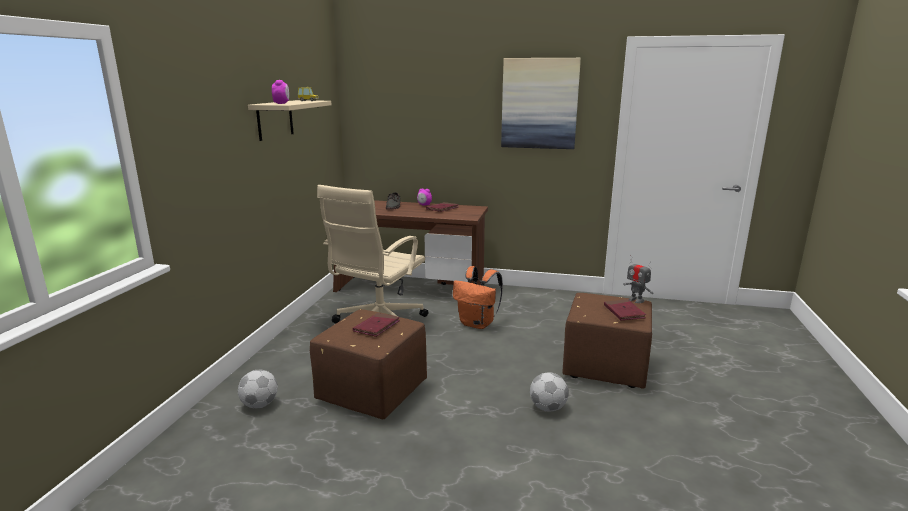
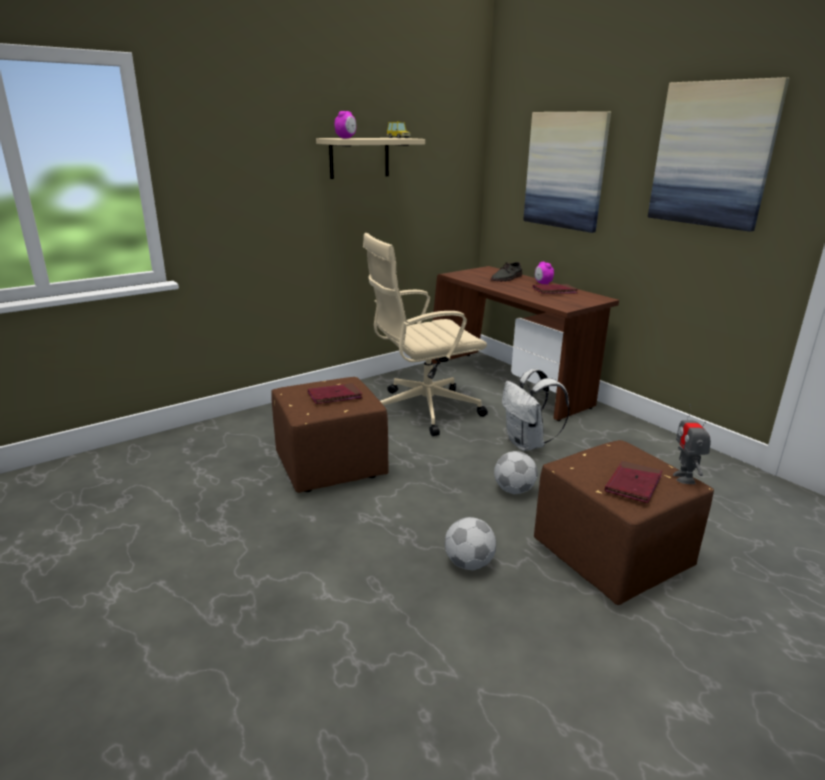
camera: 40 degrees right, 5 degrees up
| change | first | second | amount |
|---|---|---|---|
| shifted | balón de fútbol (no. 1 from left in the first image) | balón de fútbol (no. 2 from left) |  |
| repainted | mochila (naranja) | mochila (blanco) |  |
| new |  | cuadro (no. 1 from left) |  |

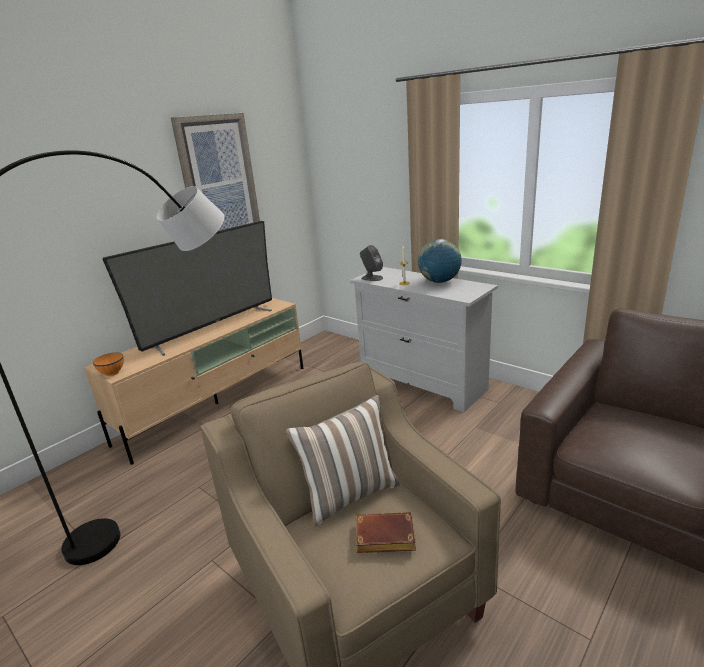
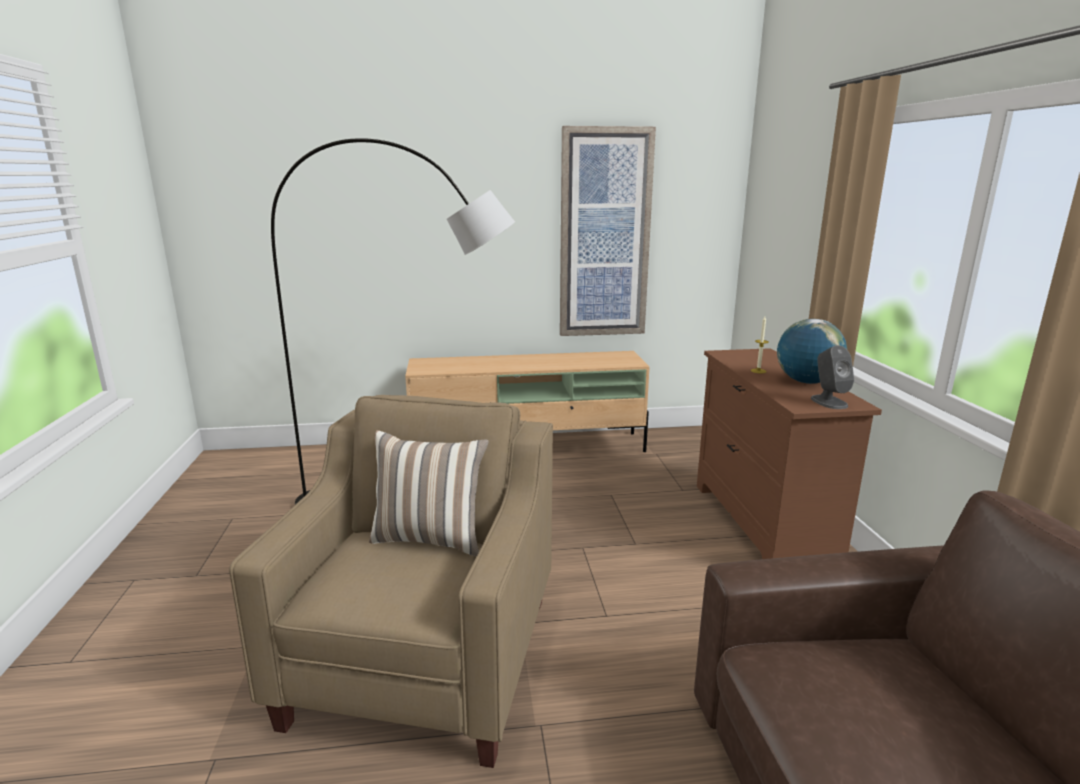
camera: 40 degrees right, 5 degrees down
| change | first | second | amount |
|---|---|---|---|
| gone | cuenco (naranja) |  |  |
| gone | televisor |  |  |
| repainted | cómoda (blanco) | cómoda (marrón) |  |
| gone | libro (marrón) |  |  |
| shifted | altavoz (gris) |  |  |

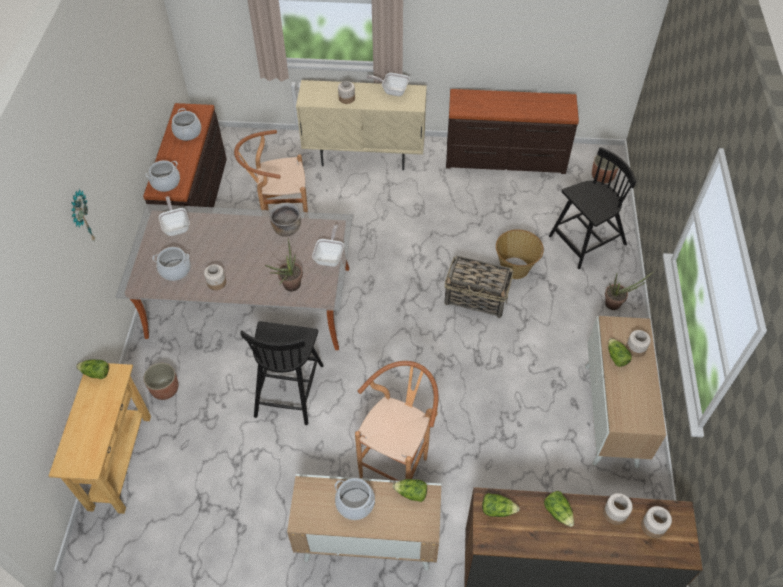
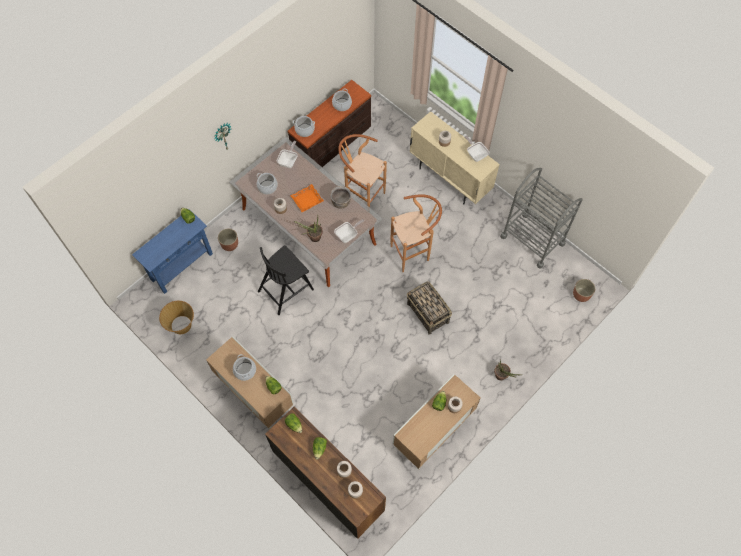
camera: 40 degrees right, 10 degrees up
| change | first | second | amount |
|---|---|---|---|
| repainted | mesa consola (beis) | mesa consola (azul) |  |
| shifted | taburete (marrón) (no. 2 from left) |  |  |
| swapped | cómoda (marrón) (no. 2 from left) | carrito (gris) |  |
| shifted | cesta (no. 2 from left in the first image) | cesta (no. 1 from left) |  |
| gone | silla (negro) (no. 2 from left) |  |  |
| new |  | bandeja (naranja) |  |

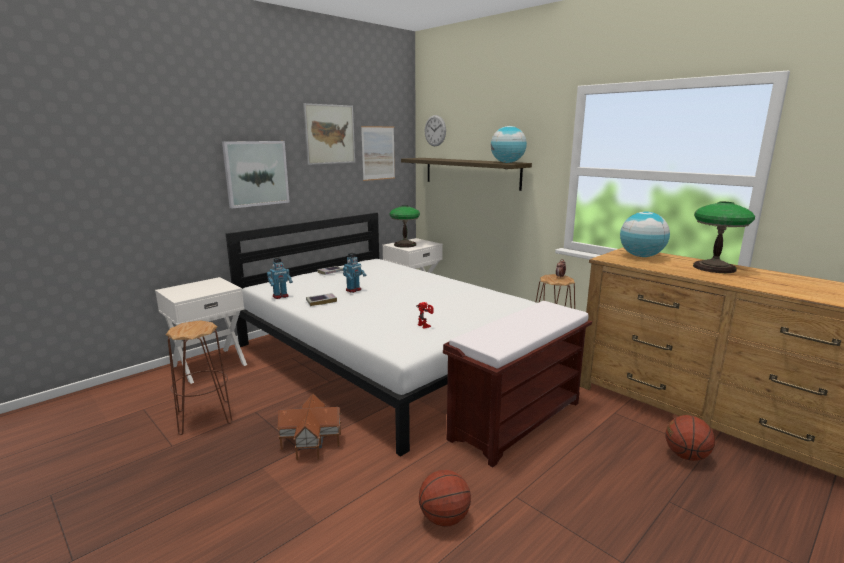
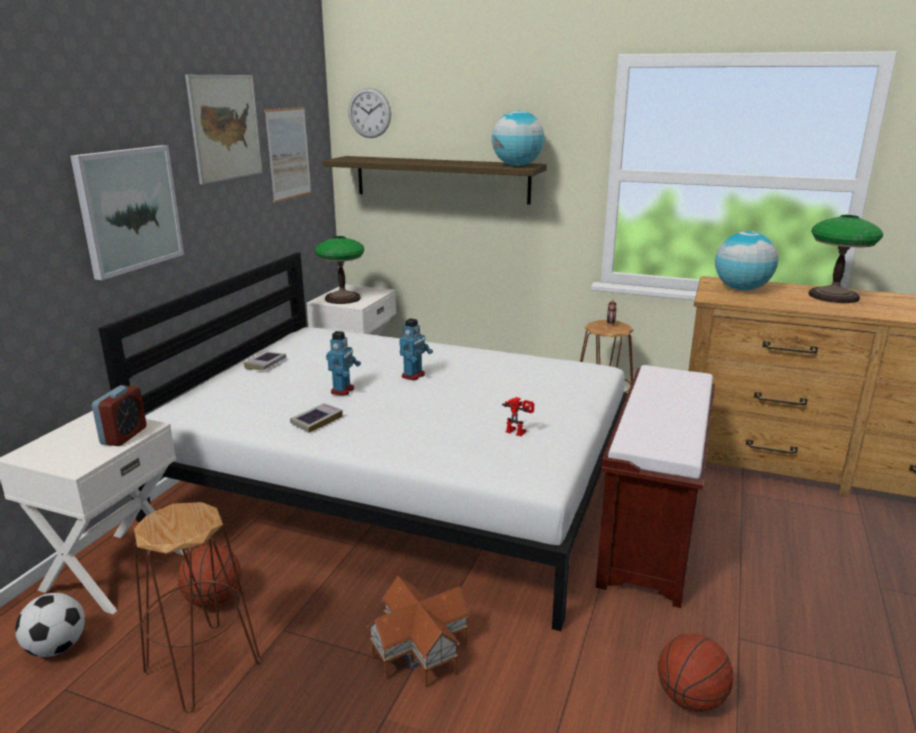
camera: 25 degrees left, 5 degrees up
| change | first | second | amount |
|---|---|---|---|
| shifted | robot de juguete (no. 1 from left in the first image) | robot de juguete (no. 2 from left) |  |
| shifted | balón de baloncesto (no. 2 from left in the first image) | balón de baloncesto (no. 1 from left) |  |
| new |  | balón de fútbol |  |
| new |  | despertador (no. 1 from left) |  |

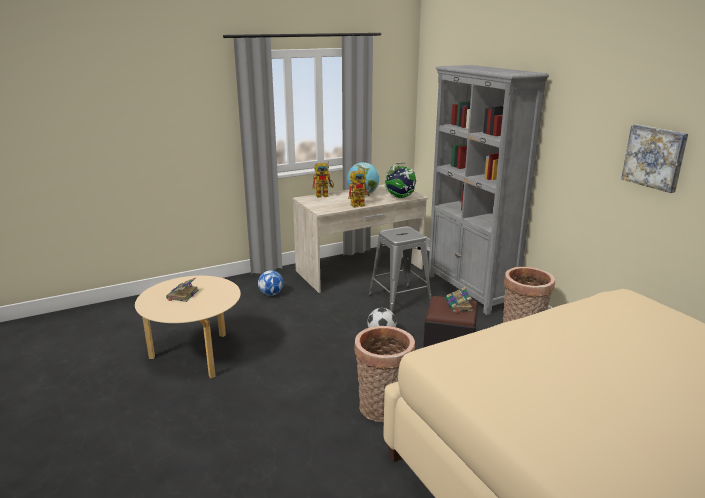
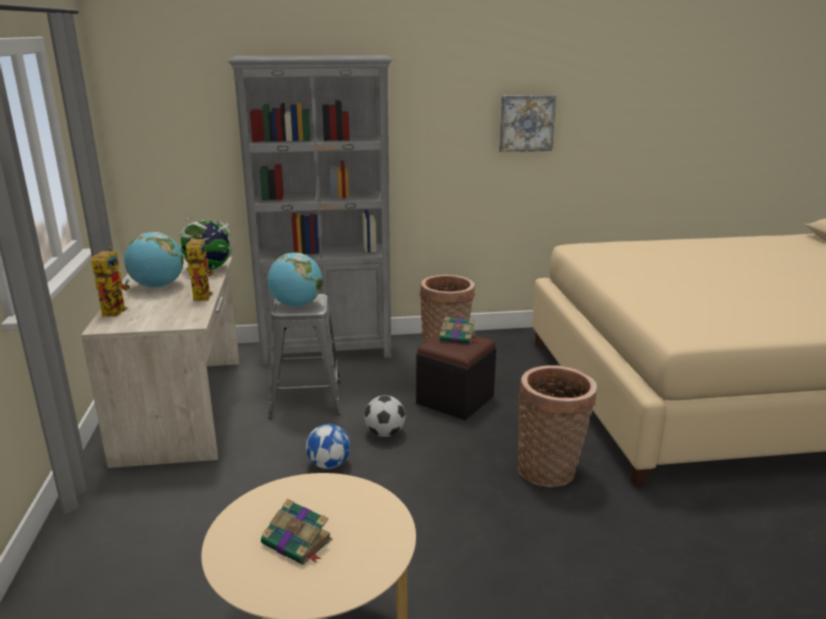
camera: 70 degrees left, 0 degrees up
| change | first | second | amount |
|---|---|---|---|
| shifted | balón de fútbol (no. 1 from left) |  |  |
| new |  | globo terráqueo (no. 3 from left) |  |

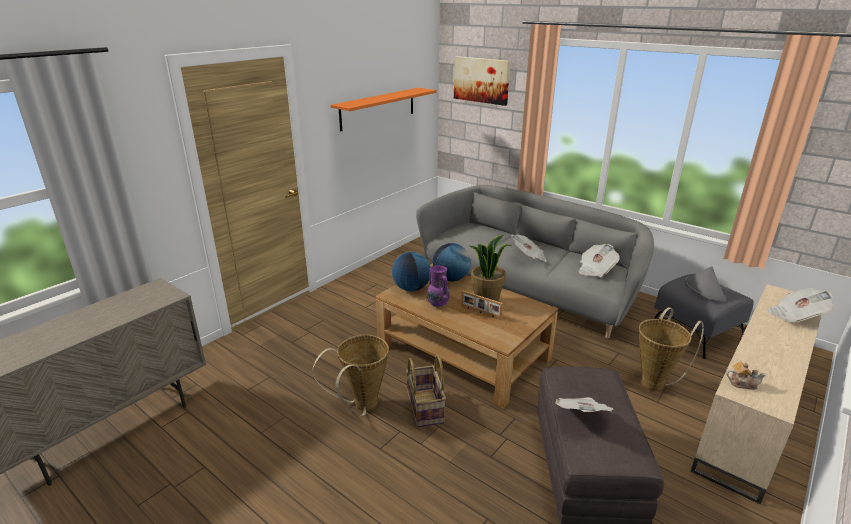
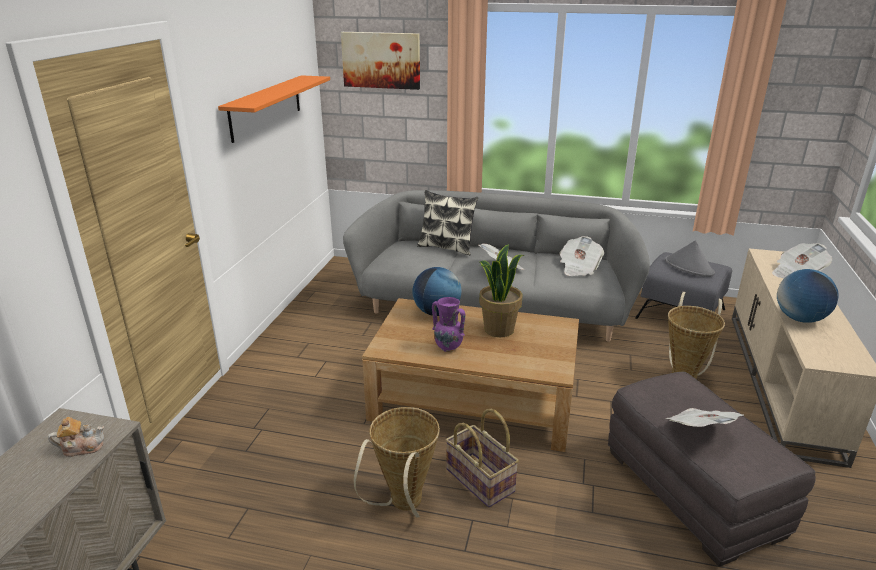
camera: 25 degrees left, 0 degrees up
| change | first | second | amount |
|---|---|---|---|
| shifted | globo terráqueo (no. 1 from left in the first image) | globo terráqueo (no. 2 from left) |  |
| gone | portarretratos |  |  |
| shifted | tetera |  |  |
| new |  | cojín |  |

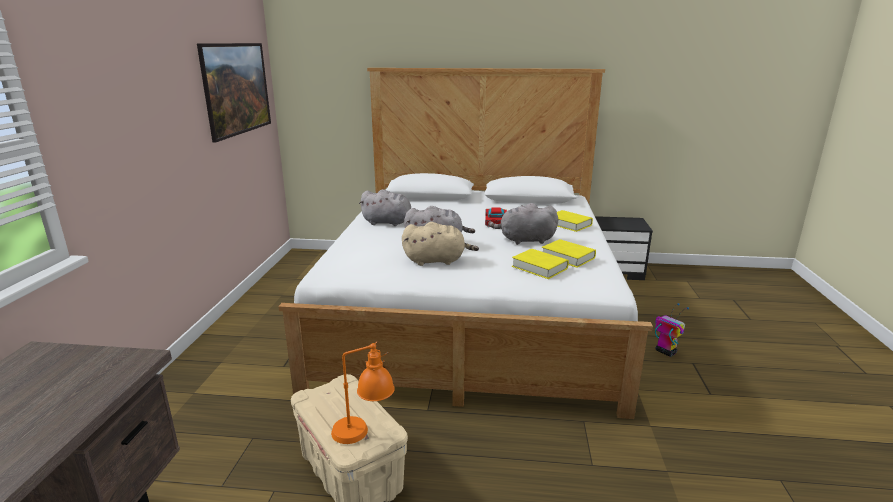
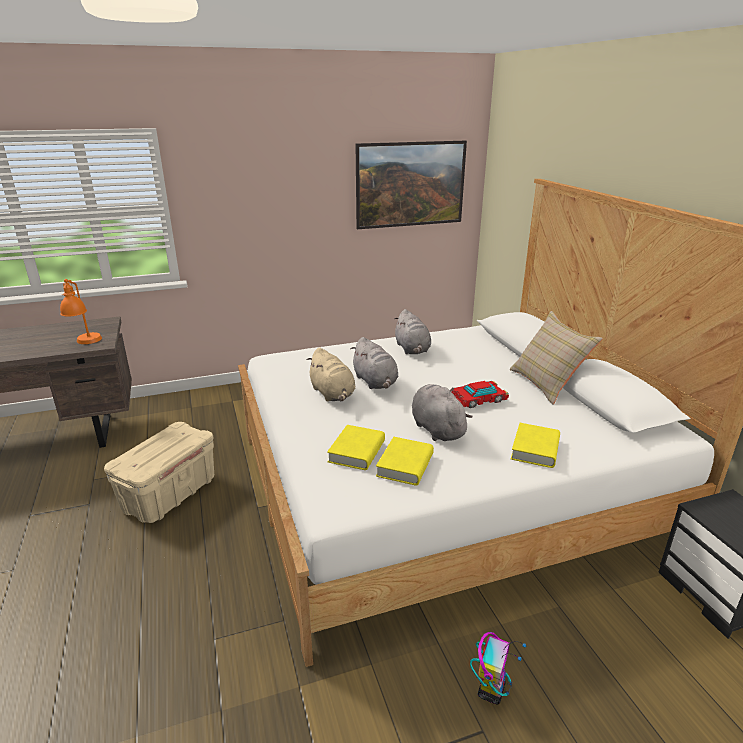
camera: 65 degrees right, 5 degrees up
| change | first | second | amount |
|---|---|---|---|
| shifted | lámpara de mesa (naranja) |  |  |
| new |  | cojín (beis) |  |

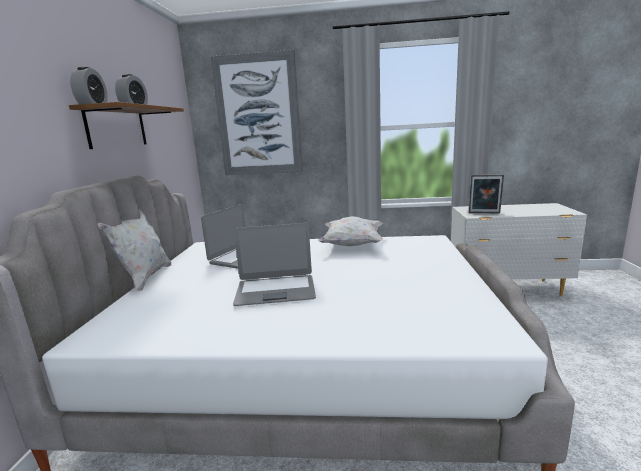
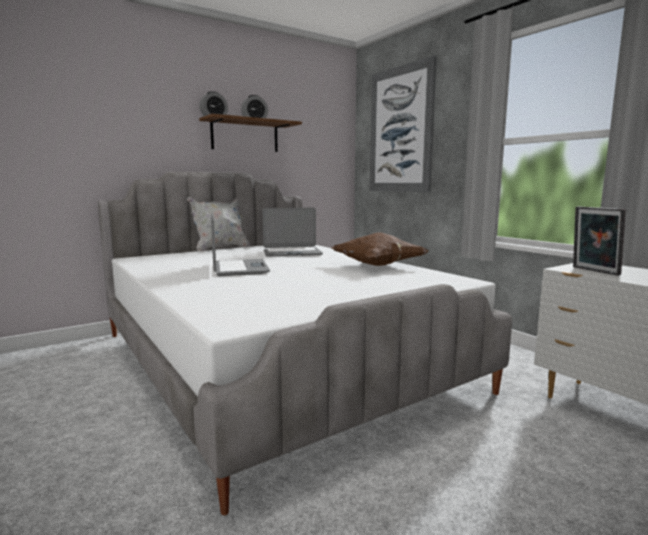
camera: 50 degrees right, 5 degrees down
| change | first | second | amount |
|---|---|---|---|
| rotated | portátil (no. 2 from left in the first image) | portátil (no. 1 from left) | 150 degrees counterclockwise |
| repainted | cojín (blanco) (no. 2 from left) | cojín (marrón) |  |

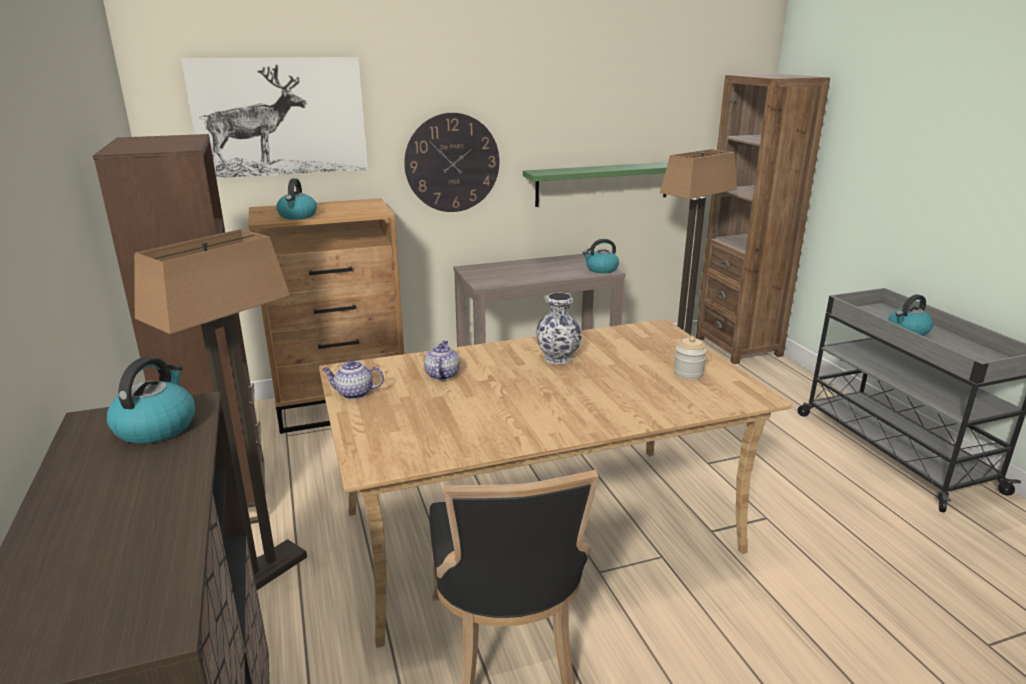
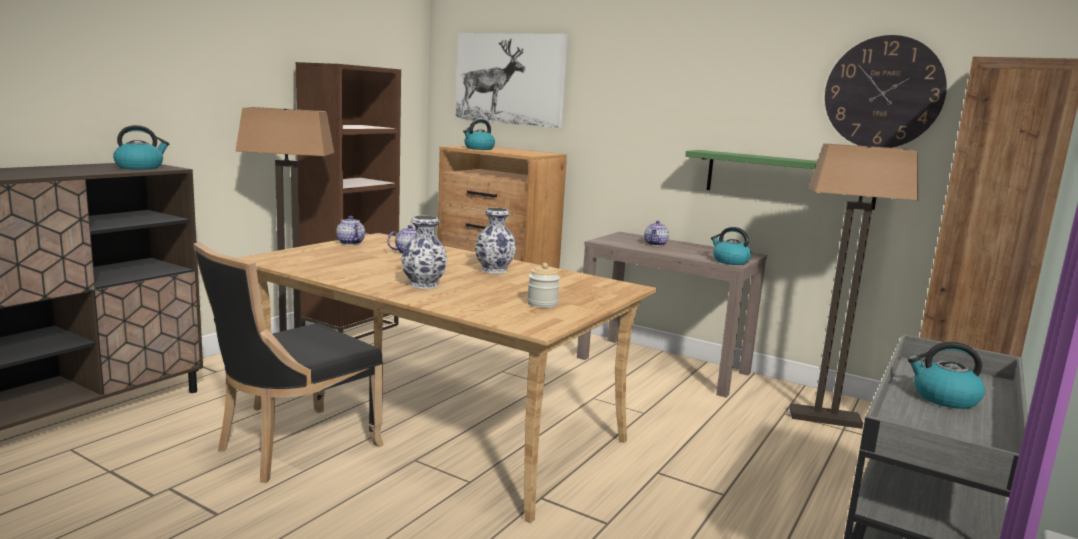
camera: 50 degrees right, 10 degrees down
| change | first | second | amount |
|---|---|---|---|
| shifted | reloj de pared |  |  |
| new |  | florero (no. 1 from left) |  |
| new |  | tetera (no. 3 from left) |  |

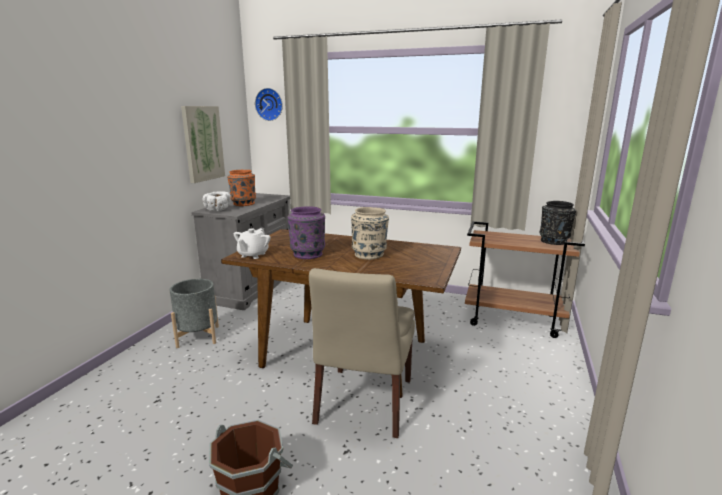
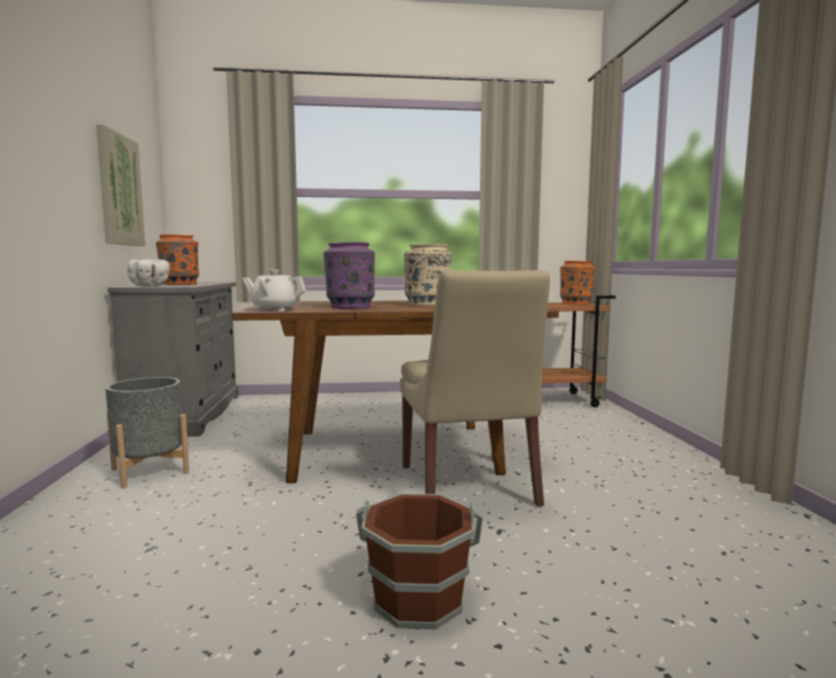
camera: 25 degrees left, 10 degrees down
| change | first | second | amount |
|---|---|---|---|
| rotated | tetera (blanco) |  | 105 degrees clockwise |
| gone | reloj de pared |  |  |
| repainted | florero (negro) | florero (naranja) (no. 2 from left) |  |

